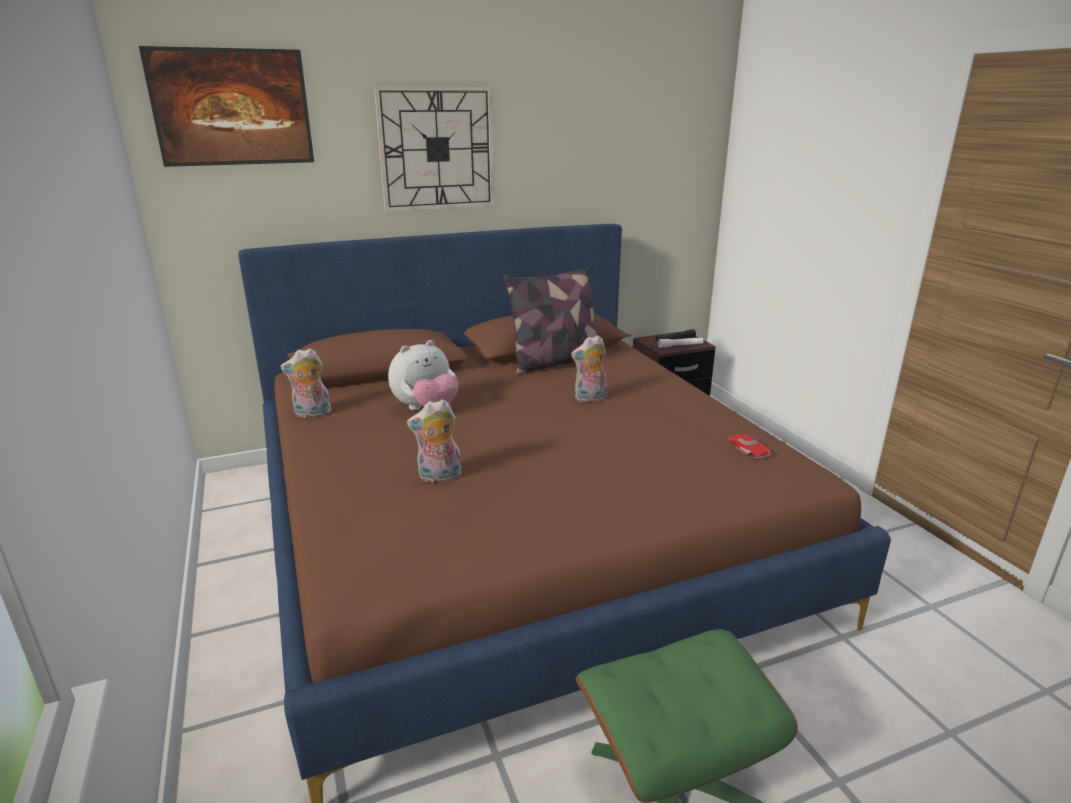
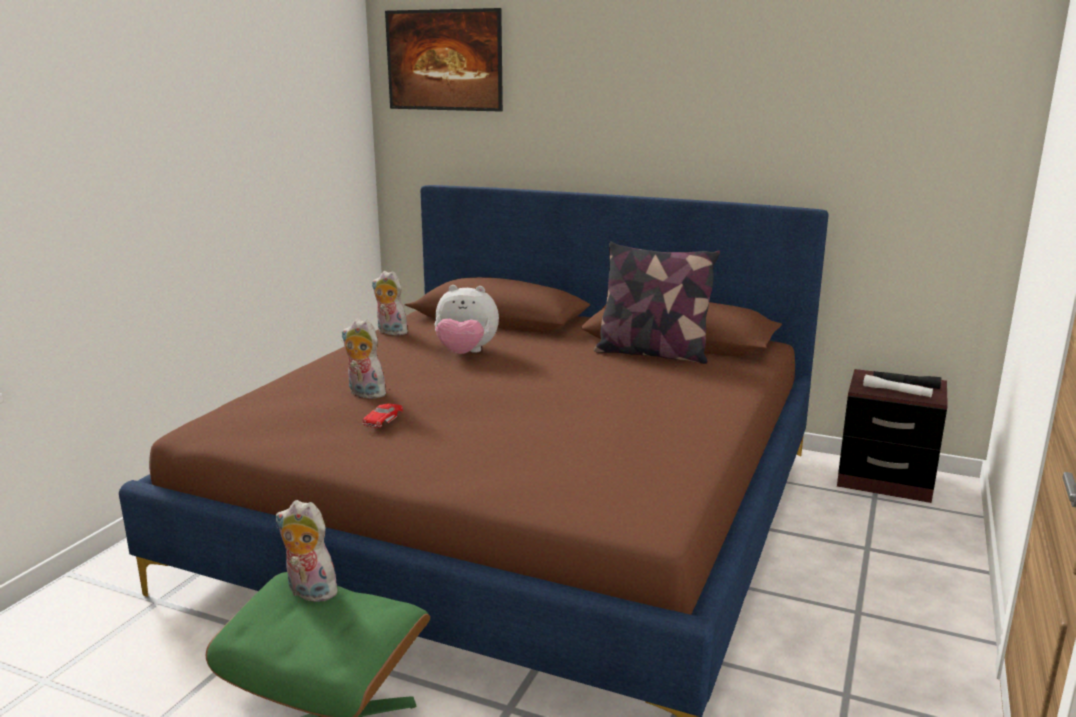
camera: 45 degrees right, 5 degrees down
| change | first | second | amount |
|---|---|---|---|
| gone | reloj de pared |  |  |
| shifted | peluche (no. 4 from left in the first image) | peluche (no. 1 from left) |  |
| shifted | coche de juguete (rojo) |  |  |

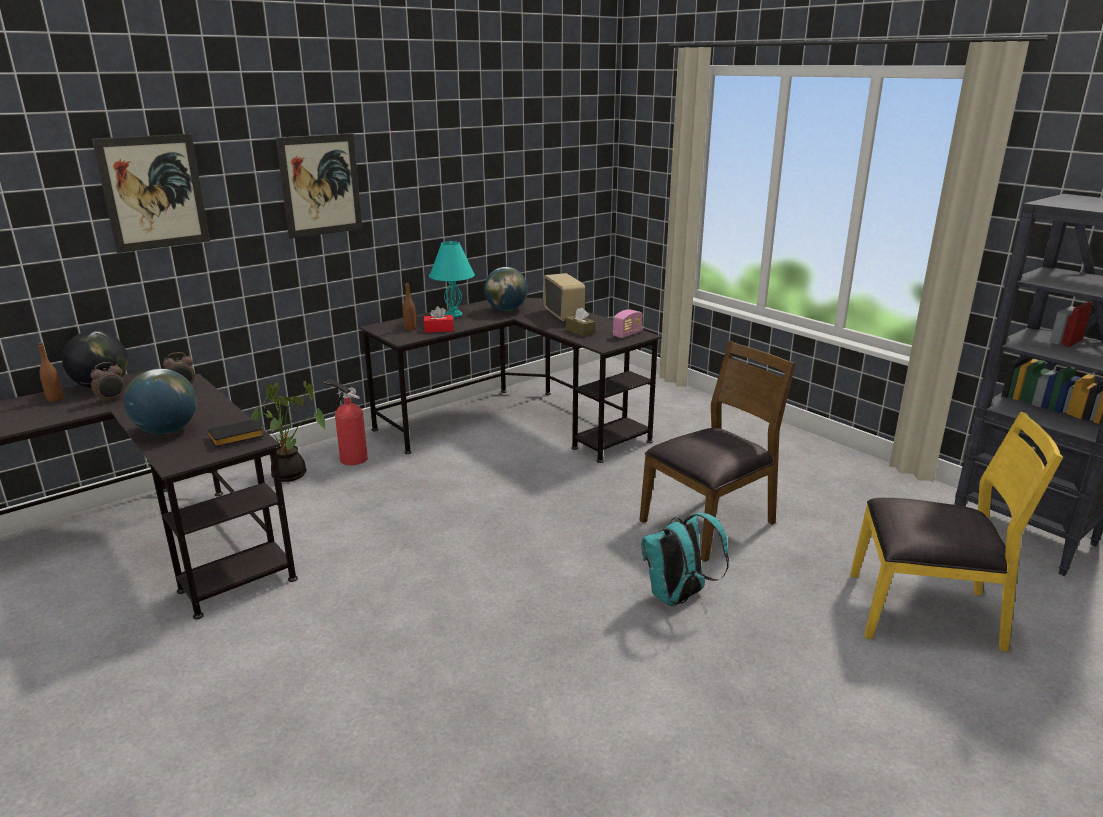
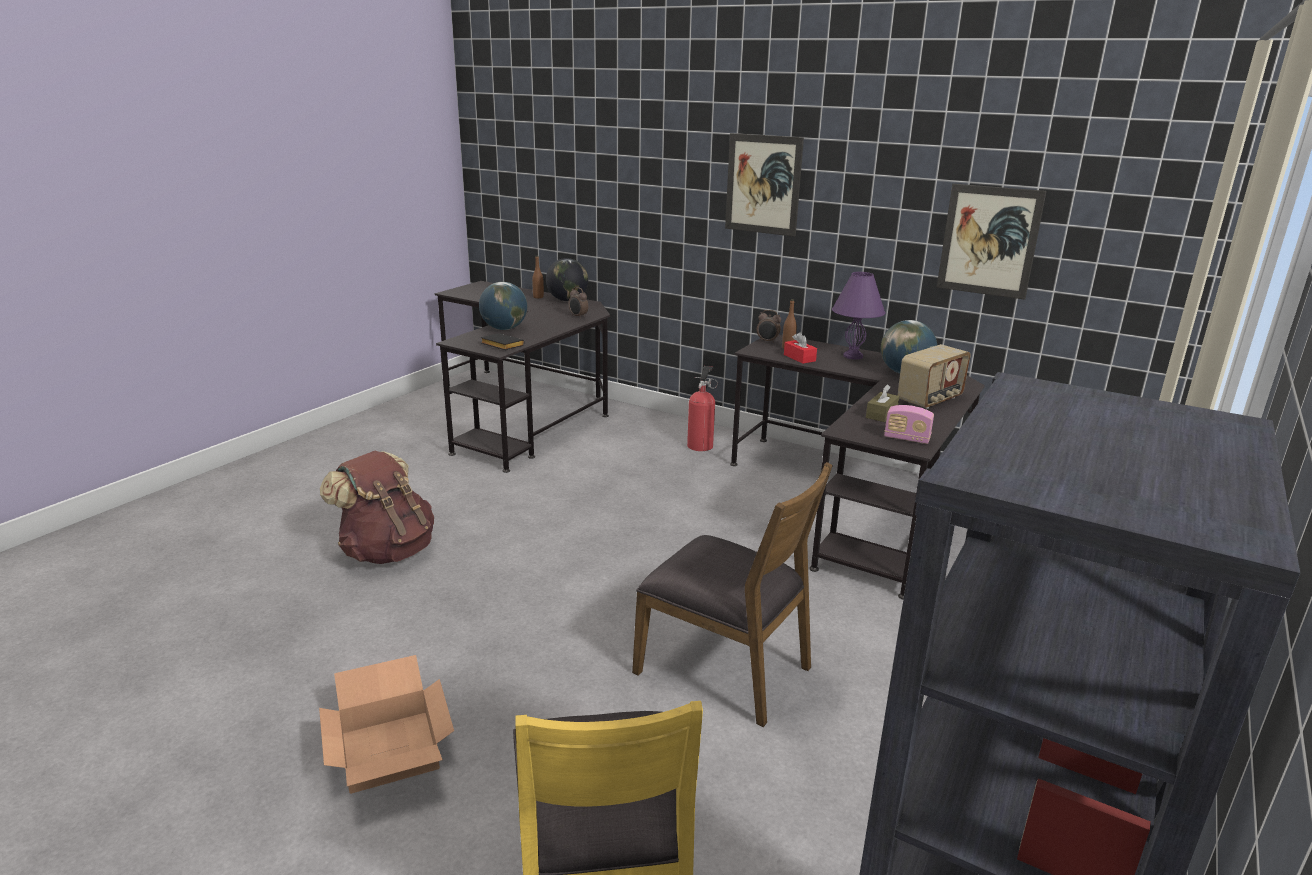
camera: 70 degrees right, 0 degrees up
| change | first | second | amount |
|---|---|---|---|
| shifted | despertador (no. 1 from left in the first image) | despertador (no. 2 from left) |  |
| shifted | cuadro (no. 1 from left in the first image) | cuadro (no. 2 from left) |  |
| gone | planta en maceta |  |  |
| repainted | lámpara de mesa (turquesa) | lámpara de mesa (morado) |  |
| gone | mochila (turquesa) |  |  |
| new |  | caja de cartón |  |
| new |  | mochila (marrón) |  |

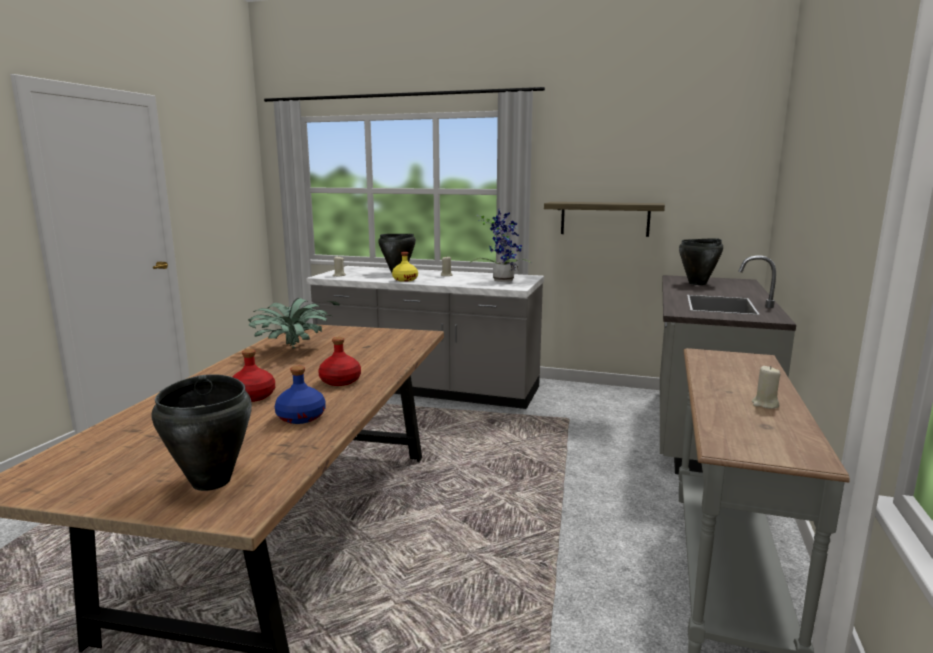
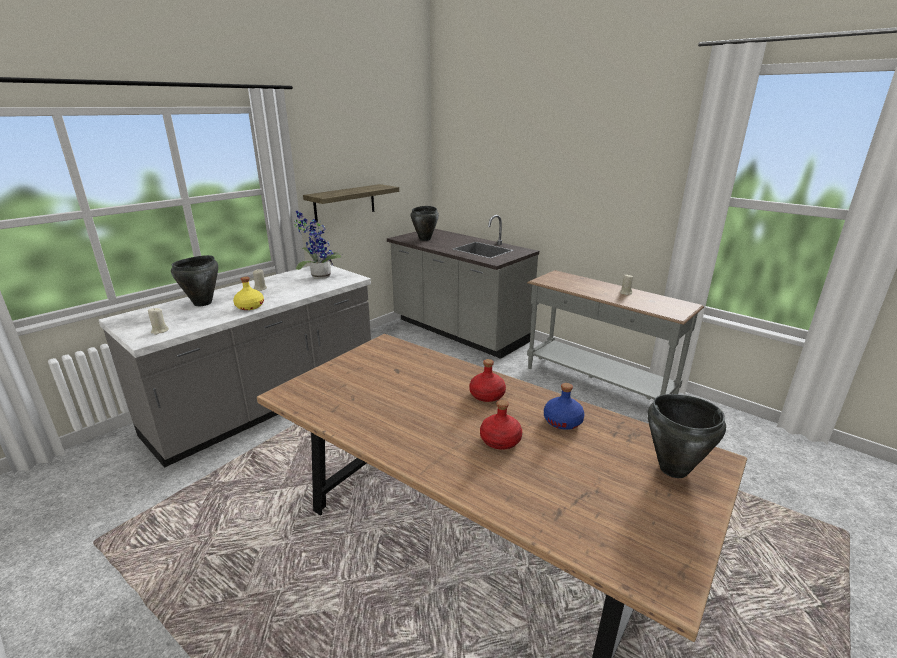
camera: 65 degrees left, 10 degrees up
| change | first | second | amount |
|---|---|---|---|
| gone | planta en maceta (no. 1 from left) |  |  |

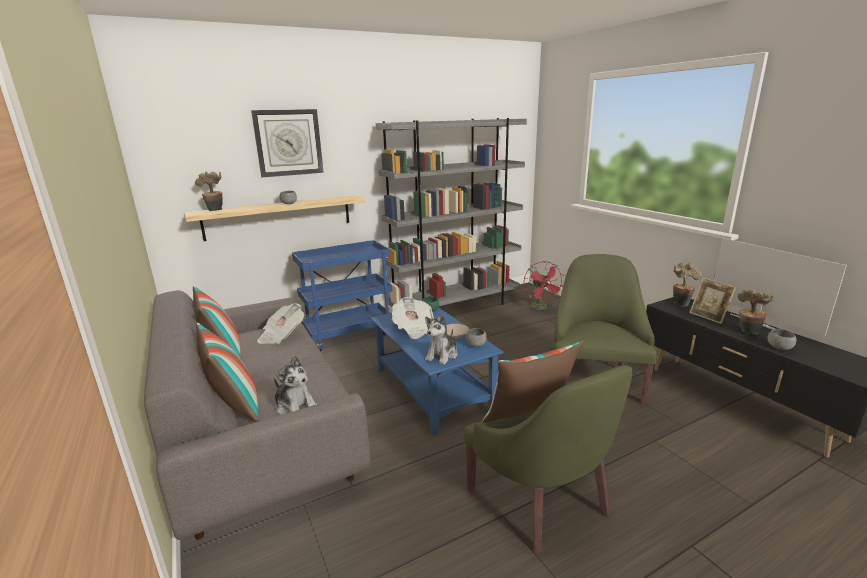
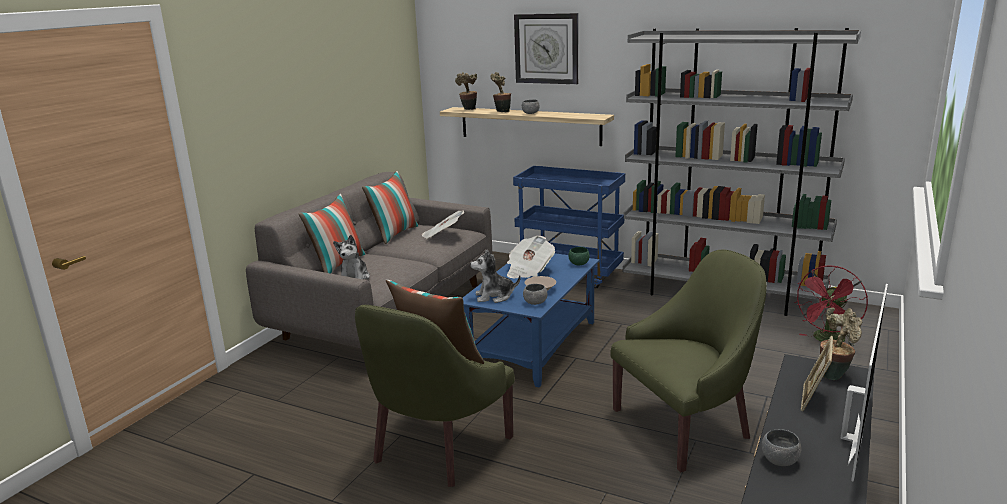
camera: 55 degrees right, 0 degrees up
| change | first | second | amount |
|---|---|---|---|
| shifted | planta en maceta (no. 3 from left in the first image) | planta en maceta (no. 2 from left) |  |

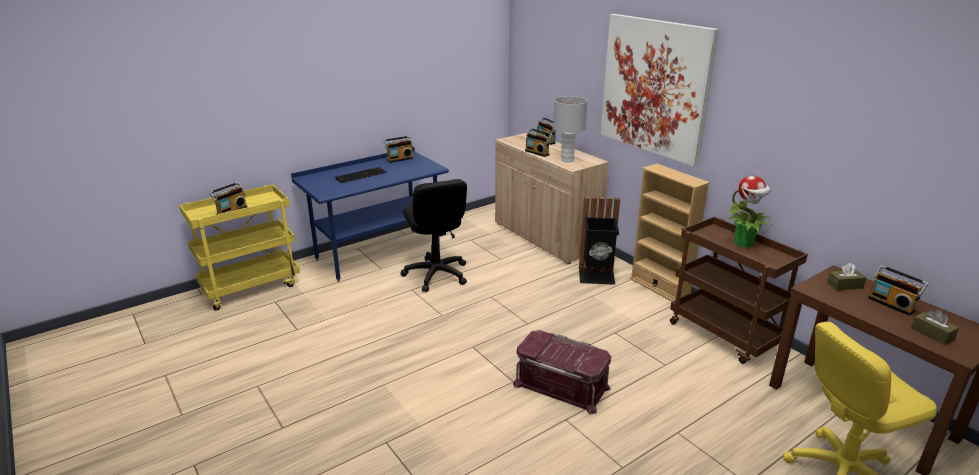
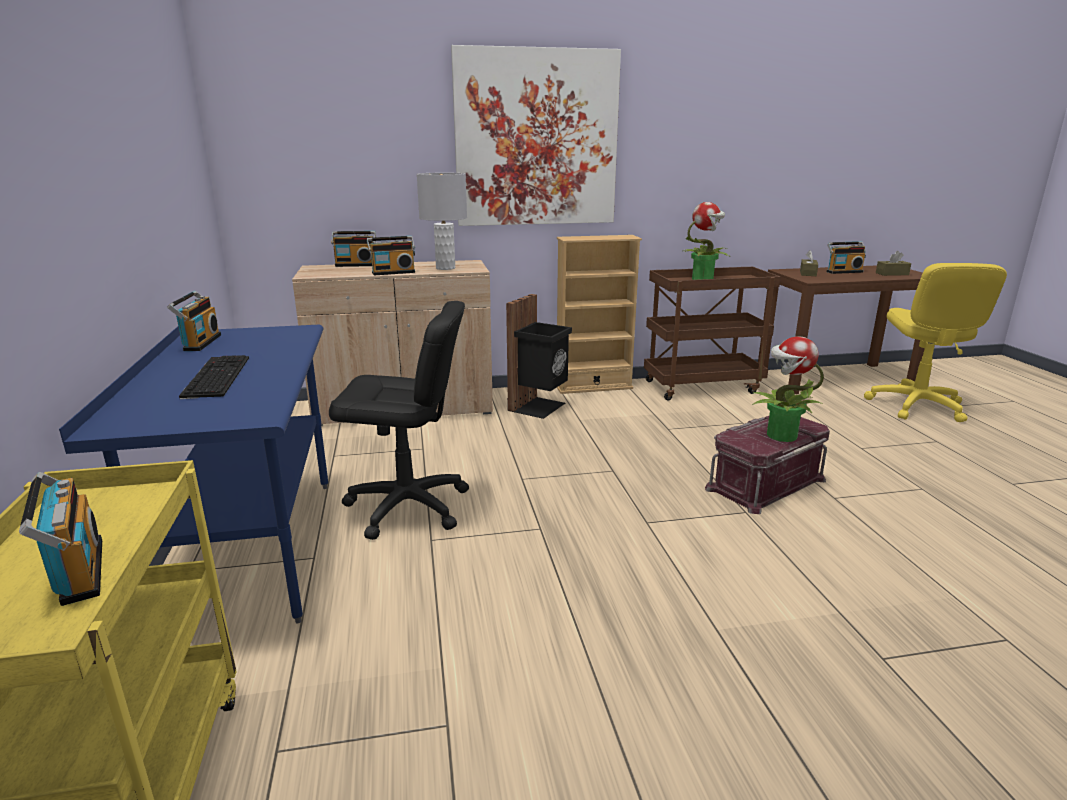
camera: 65 degrees left, 5 degrees down
| change | first | second | amount |
|---|---|---|---|
| new |  | planta en maceta (no. 2 from left) |  |

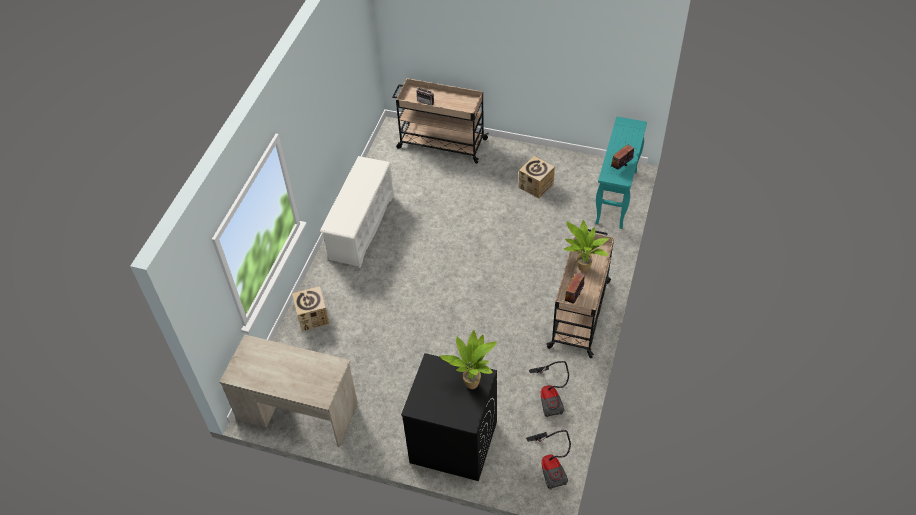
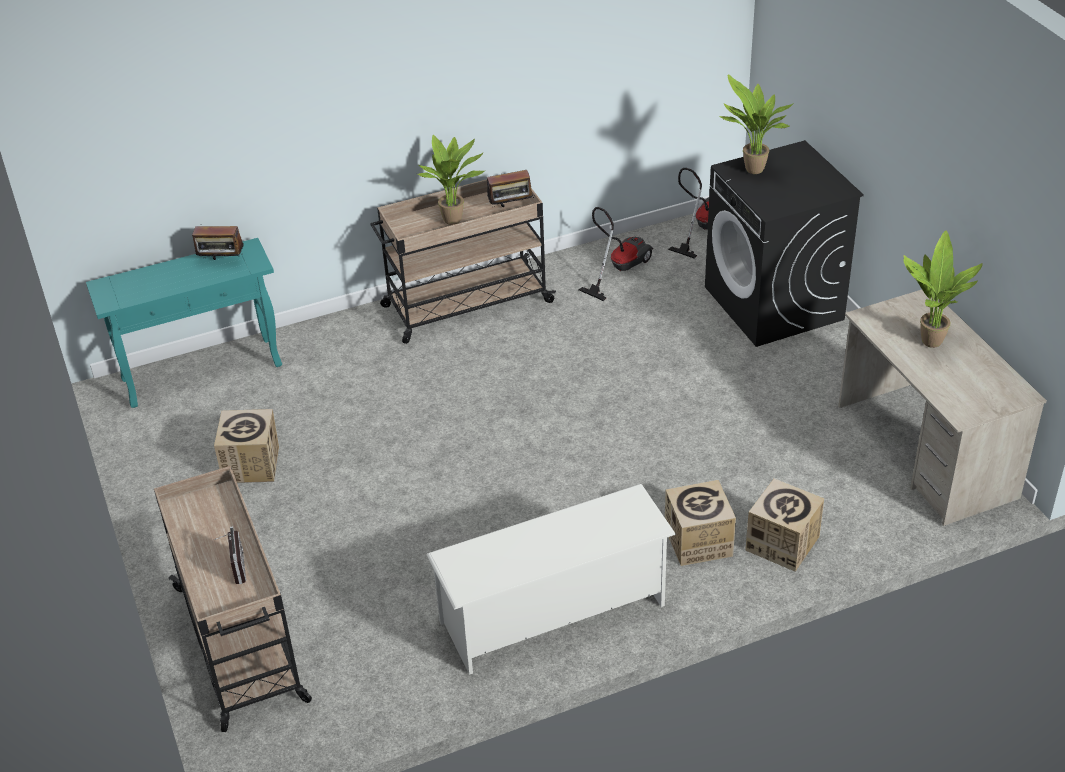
camera: 130 degrees left, 10 degrees down
| change | first | second | amount |
|---|---|---|---|
| new |  | caja de cartón (no. 2 from left) |  |
| new |  | planta en maceta (no. 3 from left) |  |

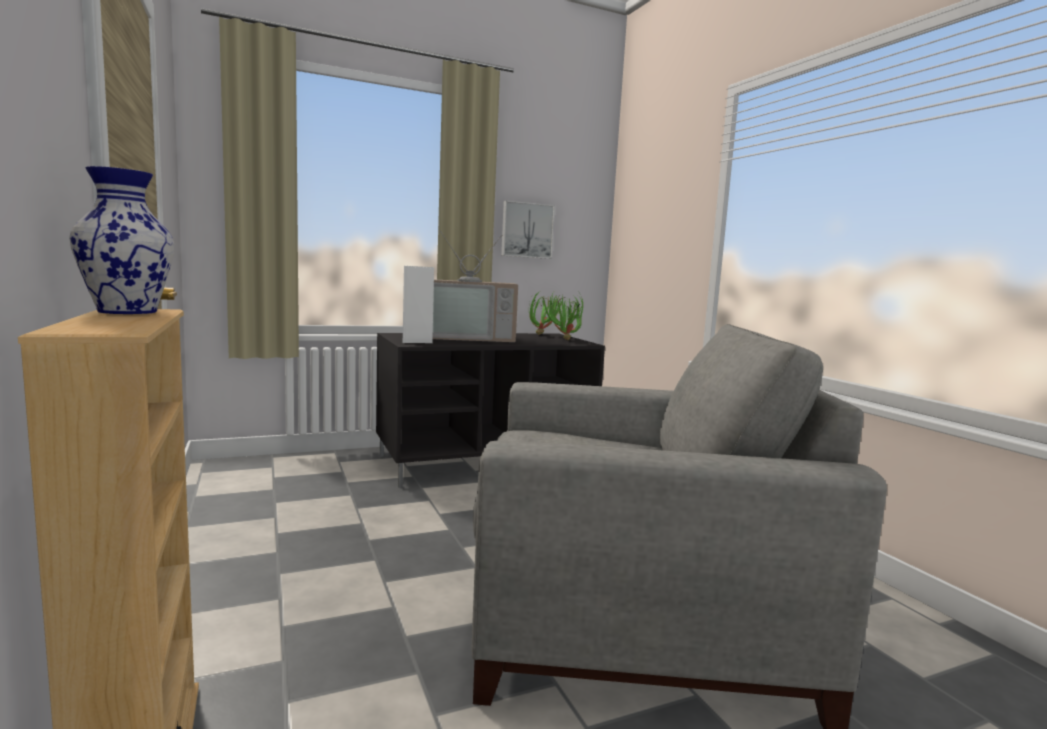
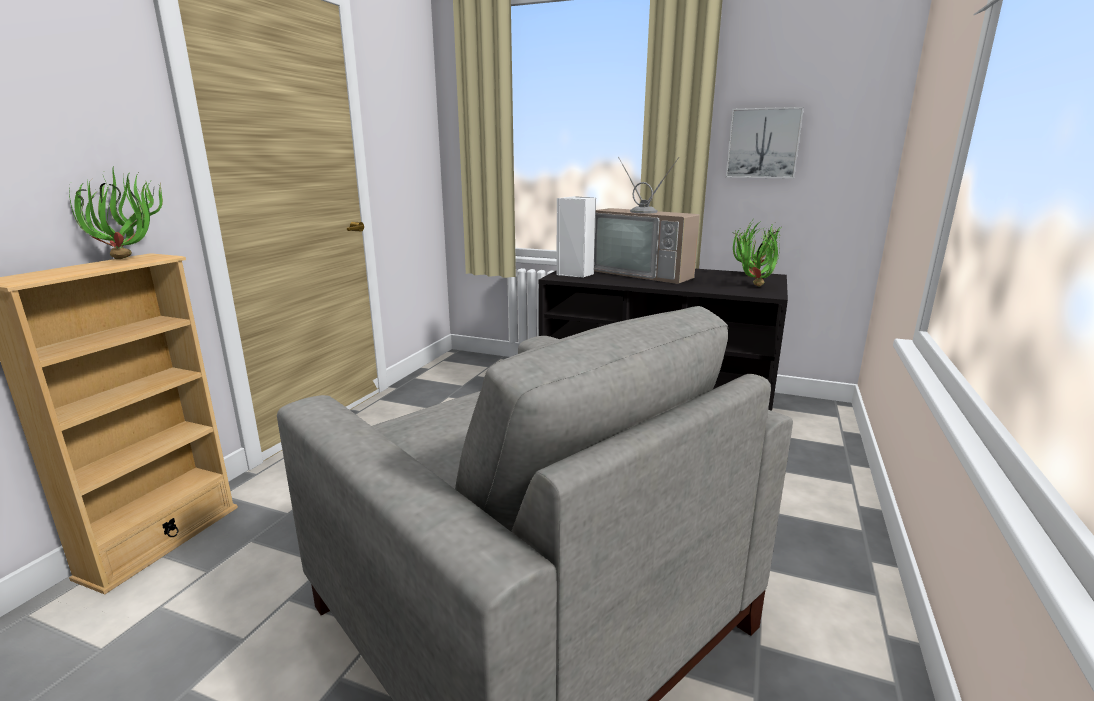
camera: 45 degrees right, 10 degrees up
| change | first | second | amount |
|---|---|---|---|
| swapped | florero | planta en maceta (no. 1 from left) |  |

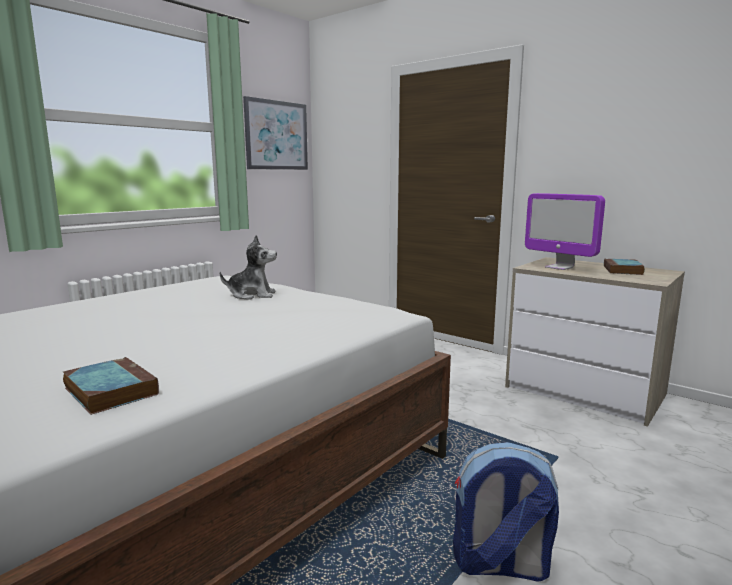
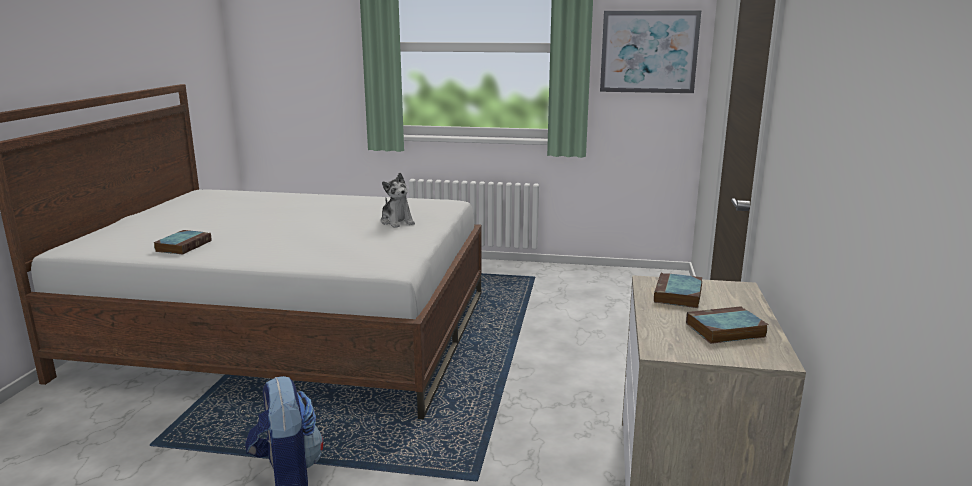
camera: 60 degrees right, 5 degrees up
| change | first | second | amount |
|---|---|---|---|
| swapped | monitor | libro (no. 2 from left) |  |

